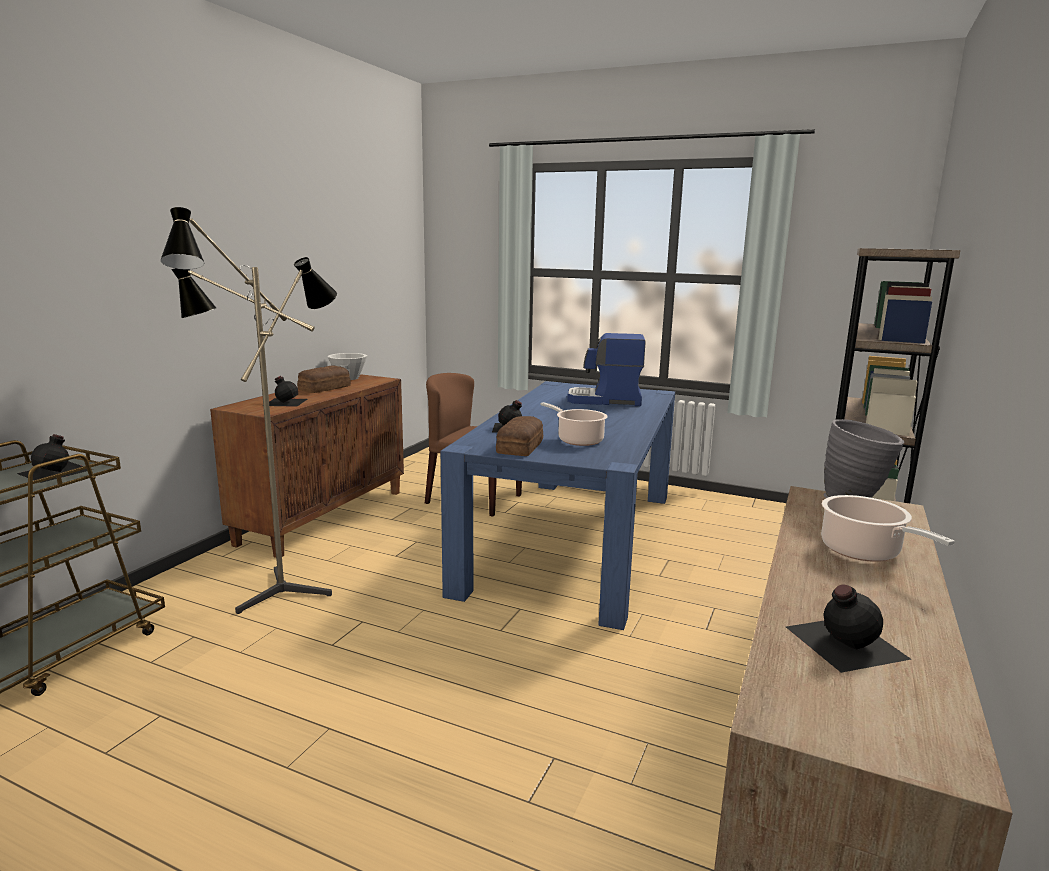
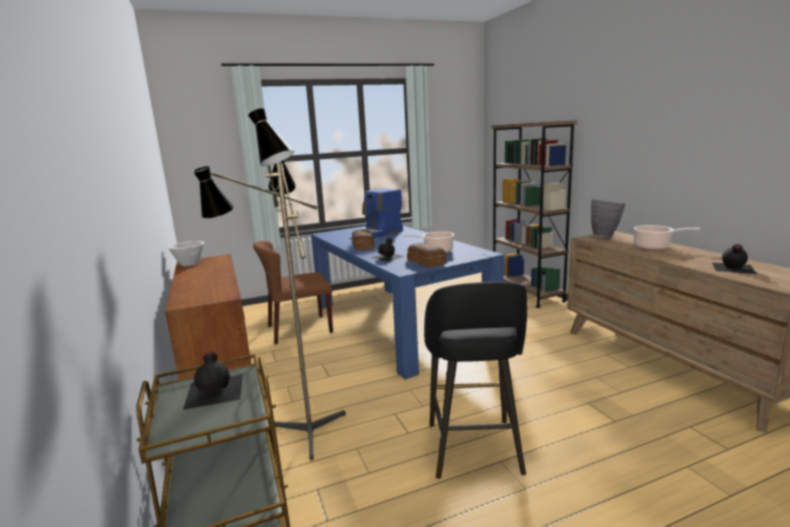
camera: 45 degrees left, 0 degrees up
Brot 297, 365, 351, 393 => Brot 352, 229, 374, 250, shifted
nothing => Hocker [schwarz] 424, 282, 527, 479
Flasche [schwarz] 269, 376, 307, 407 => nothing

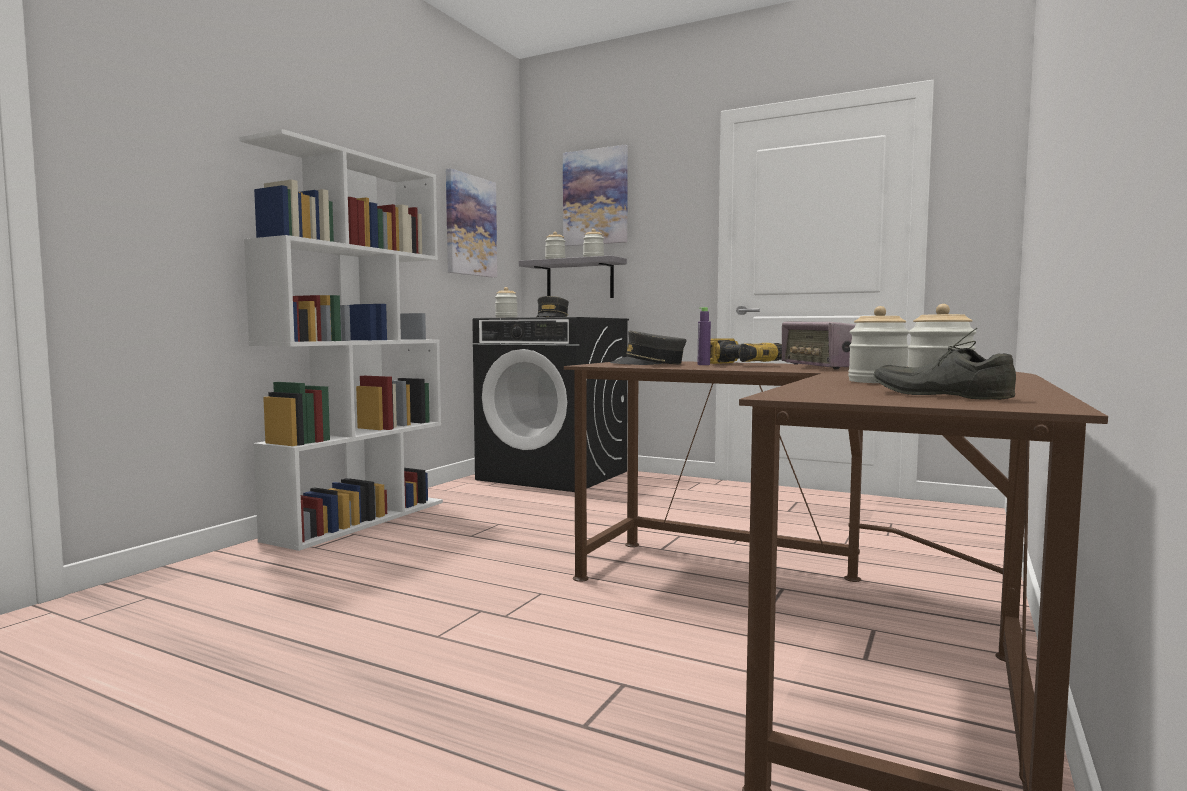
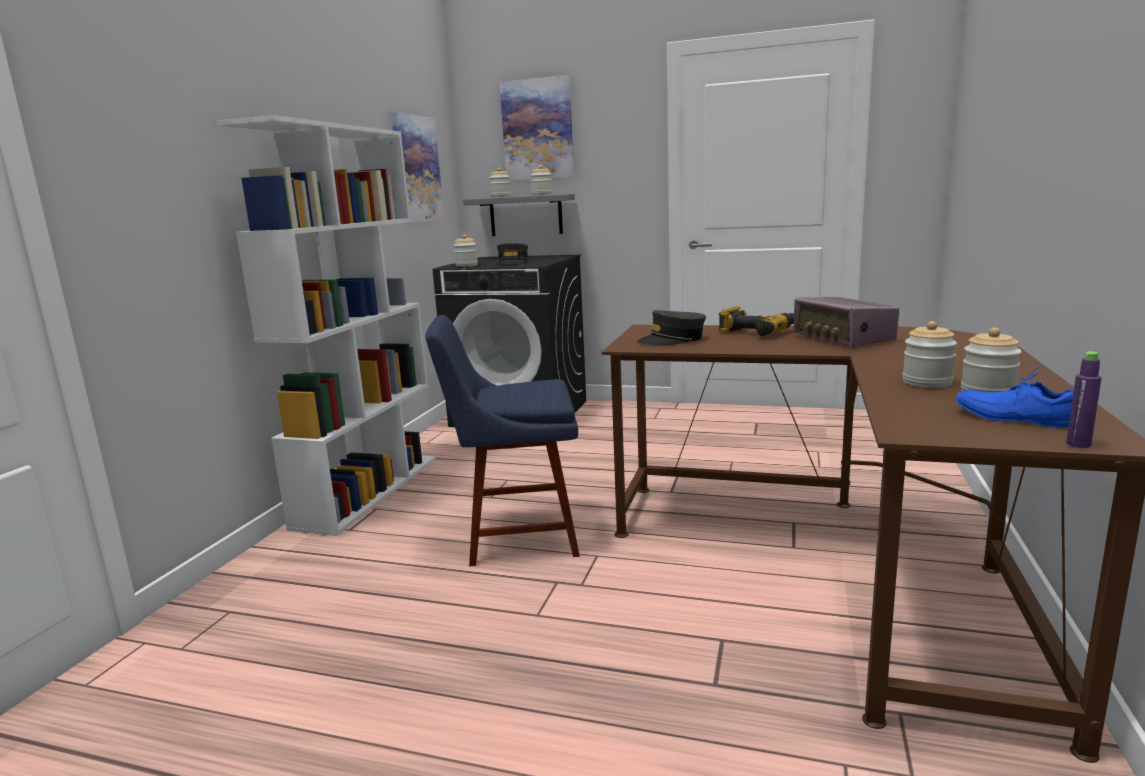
camera: 10 degrees left, 10 degrees up
nothing => Stuhl [blau] 425, 315, 580, 566
Schuh [grau] 874, 328, 1016, 400 => Schuh [blau] 956, 363, 1074, 428
Flasche [lila] 698, 307, 711, 365 => Flasche [lila] 1066, 352, 1102, 448, shifted

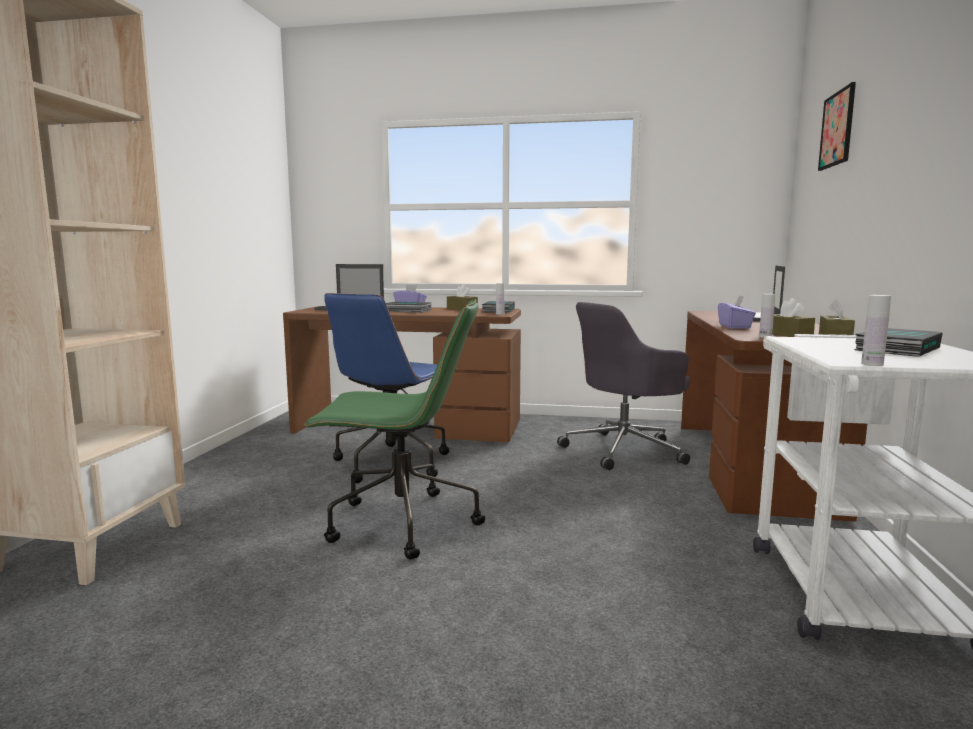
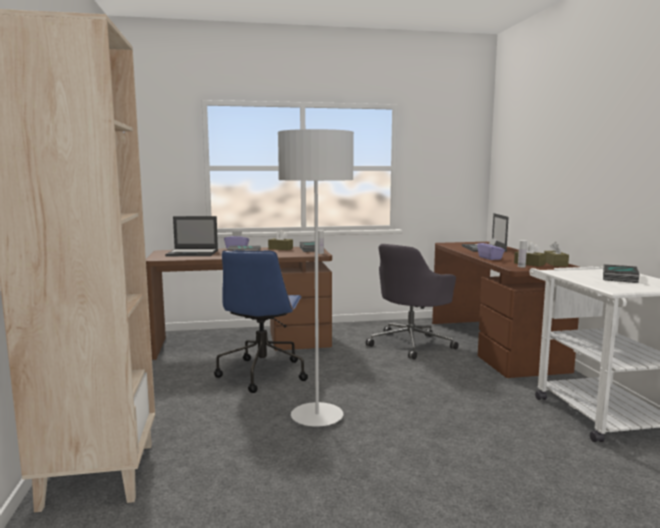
camera: 20 degrees left, 0 degrees up
Bürostuhl [grün] 303, 299, 485, 559 => Stehlampe [grau] 278, 129, 354, 427
Bild 818, 82, 856, 171 => nothing
Flasche [weiß] 861, 295, 891, 366 => nothing

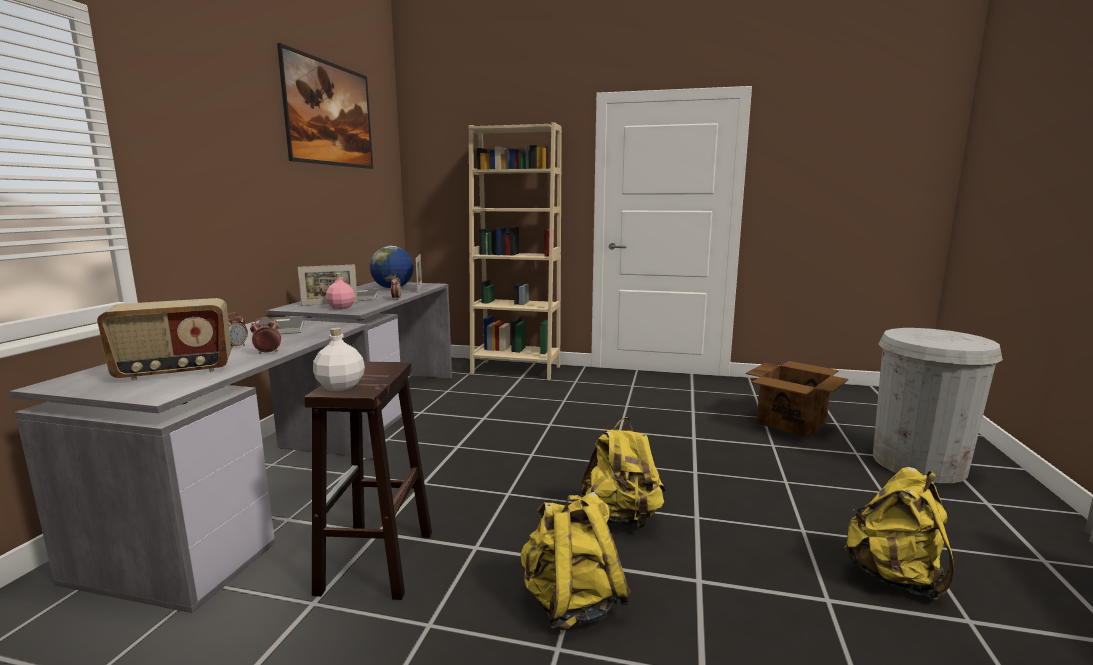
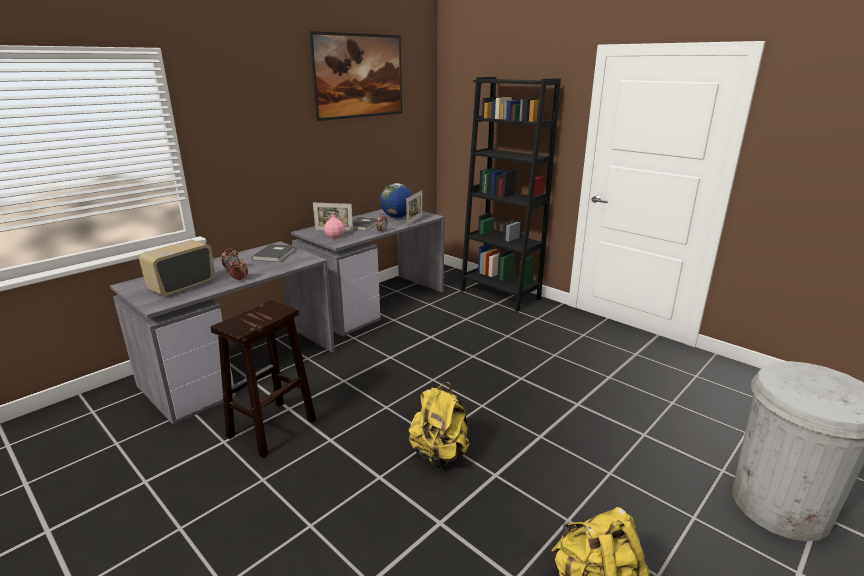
camera: 30 degrees right, 10 degrees up
Radio 97, 298, 231, 381 => Radio 139, 240, 215, 296, 120 degrees clockwise
Bücherregal [beige] 468, 122, 562, 380 => Bücherregal [schwarz] 461, 77, 561, 312
Flasche [weiß] 313, 328, 365, 391 => nothing
Rucksack [gelb] 521, 492, 631, 630 => nothing
Karton 746, 361, 848, 438 => nothing

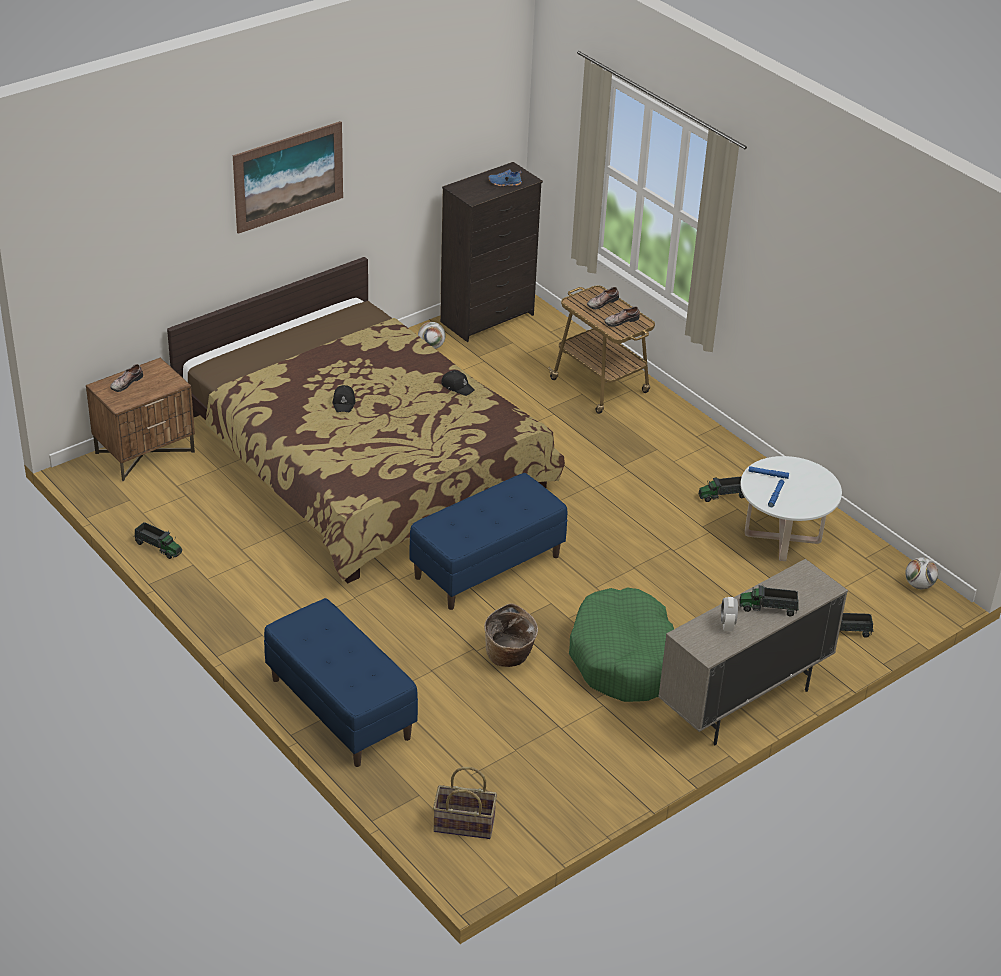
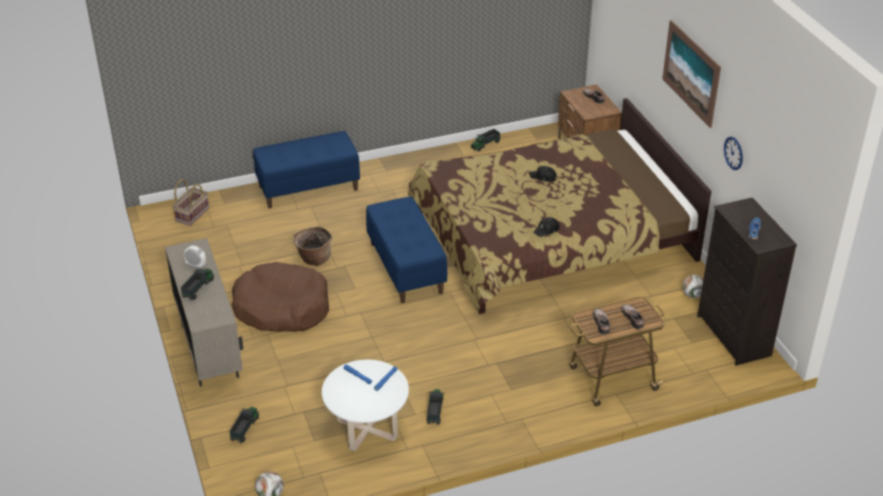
camera: 110 degrees right, 0 degrees up
Hundebett [grün] 569, 587, 674, 702 => Hundebett [braun] 232, 262, 329, 332
nothing => Wanduhr 724, 137, 743, 170

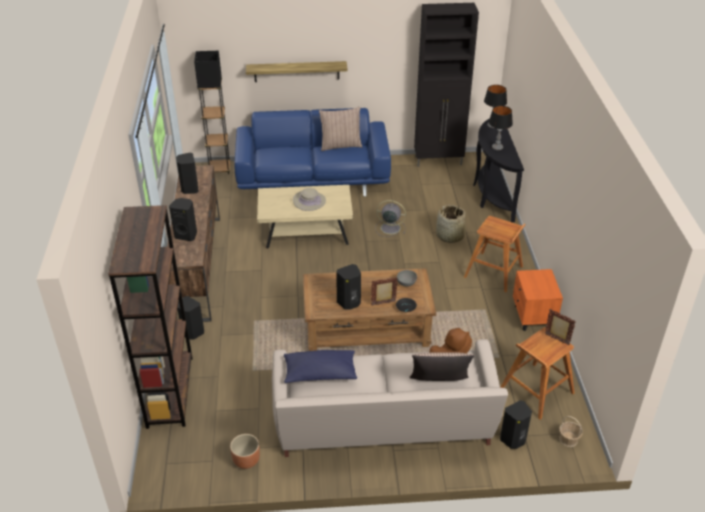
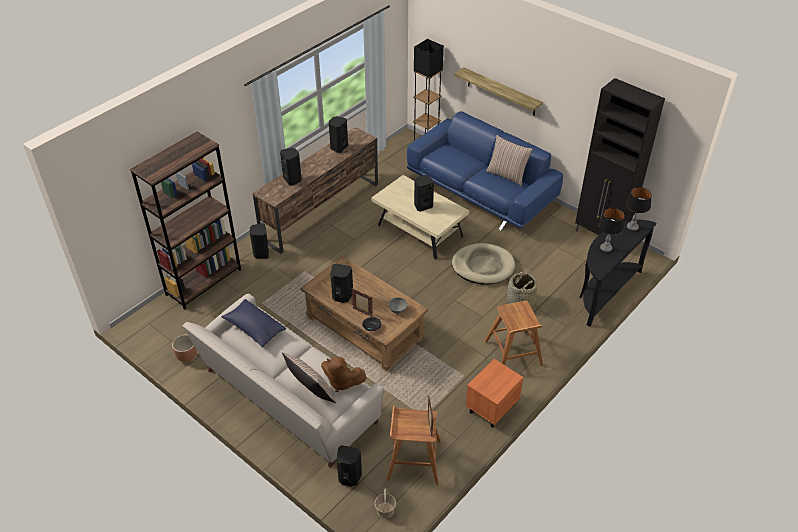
camera: 45 degrees right, 5 degrees up
Hut [beige] 293, 188, 326, 211 => Lautsprecher [schwarz] 414, 175, 434, 212
Ventilator [grau] 375, 200, 406, 237 => Hundebett [beige] 452, 243, 515, 285

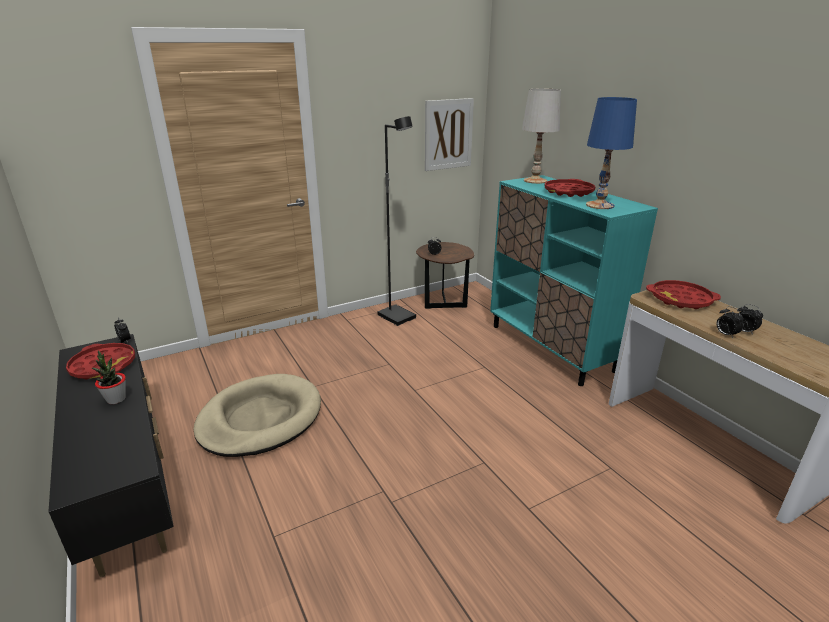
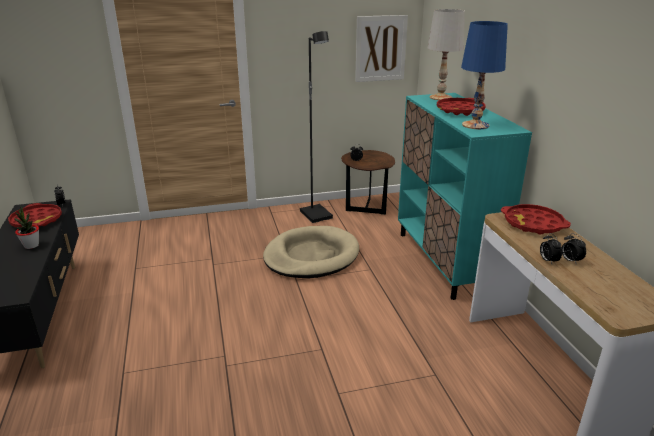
camera: 15 degrees right, 0 degrees up
Hundebett [beige] 194, 374, 321, 457 => Hundebett [beige] 263, 226, 359, 278, shifted

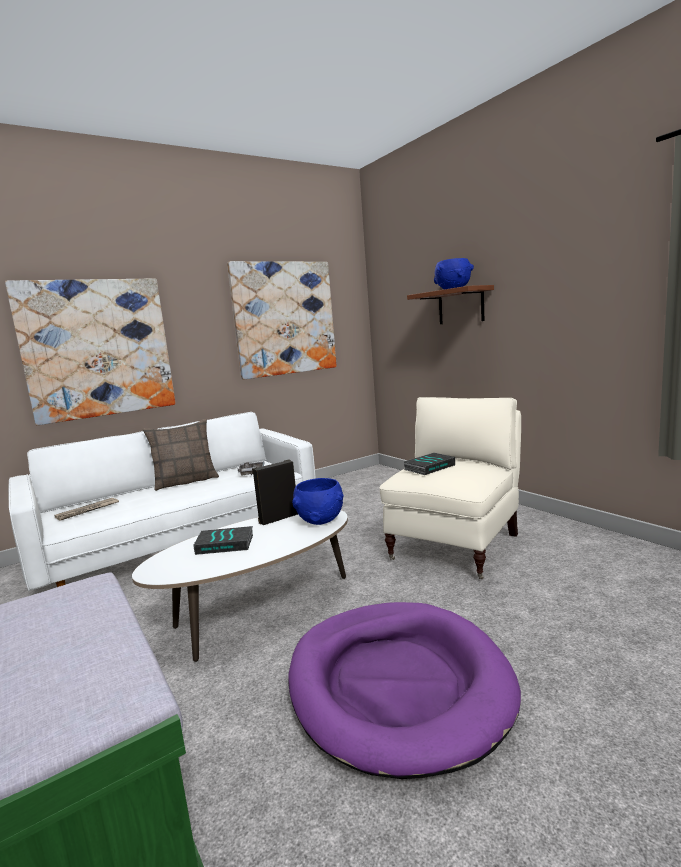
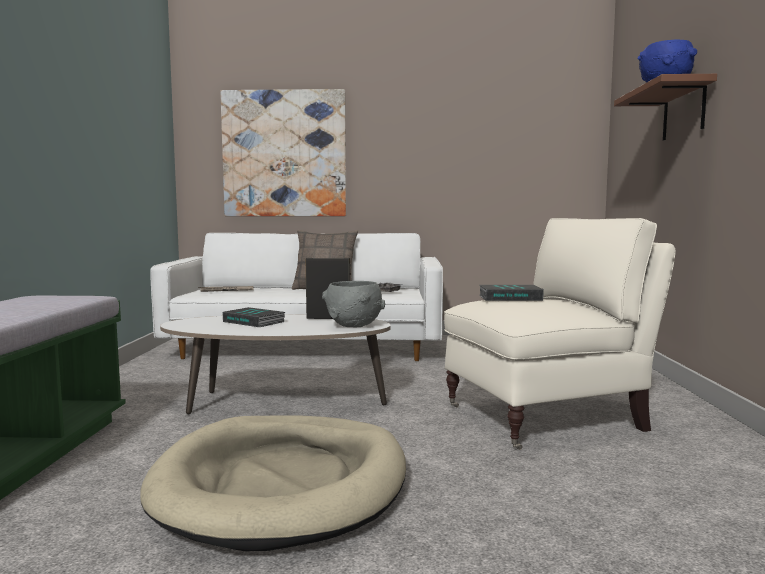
camera: 35 degrees right, 5 degrees down
Hundebett [lila] 288, 602, 521, 779 => Hundebett [beige] 140, 416, 406, 551
Schüssel [blau] 292, 478, 344, 525 => Schüssel [grau] 322, 281, 385, 327
Bild 227, 261, 337, 379 => nothing

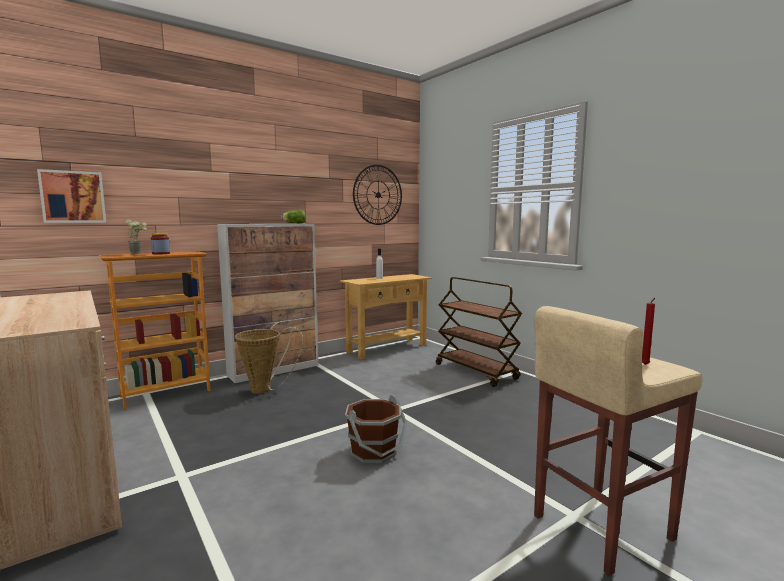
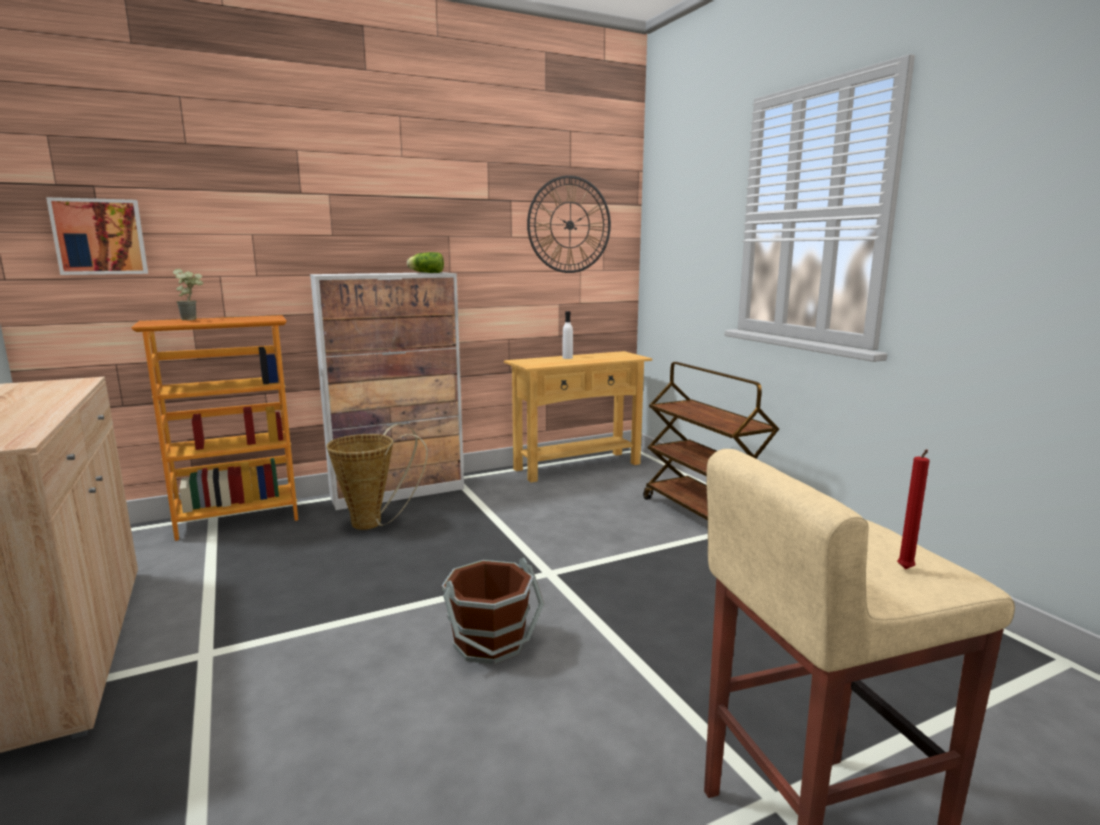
camera: 10 degrees right, 5 degrees up
Vorratsglas 151, 233, 170, 254 => nothing

